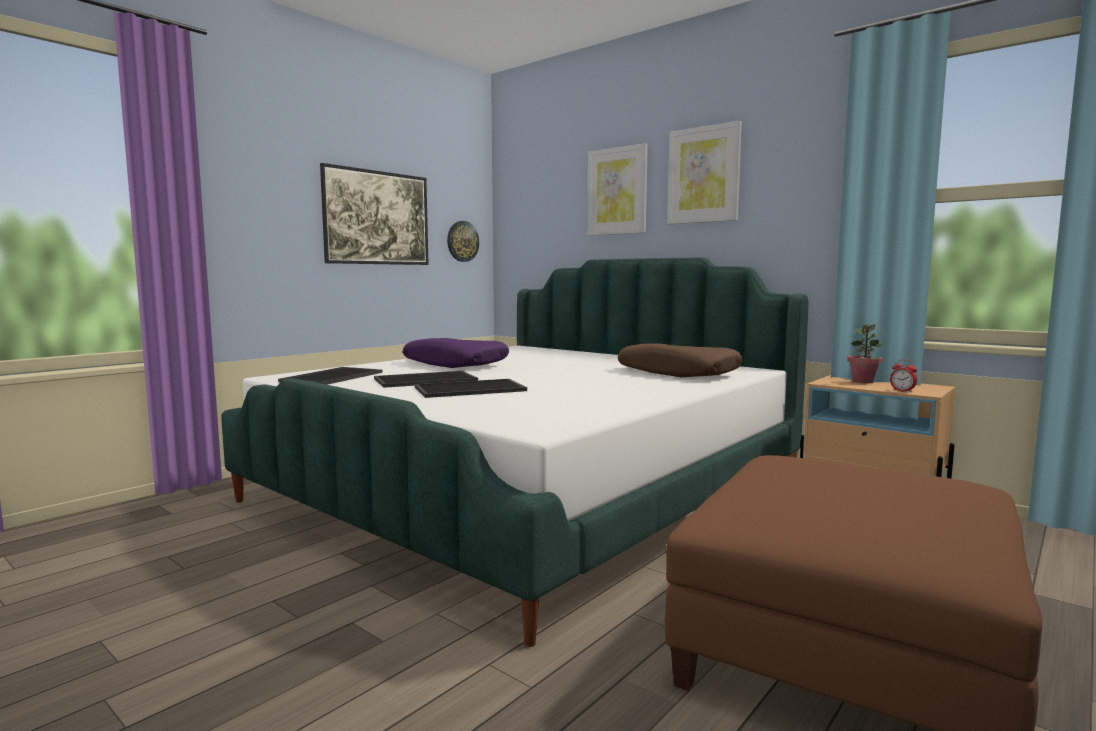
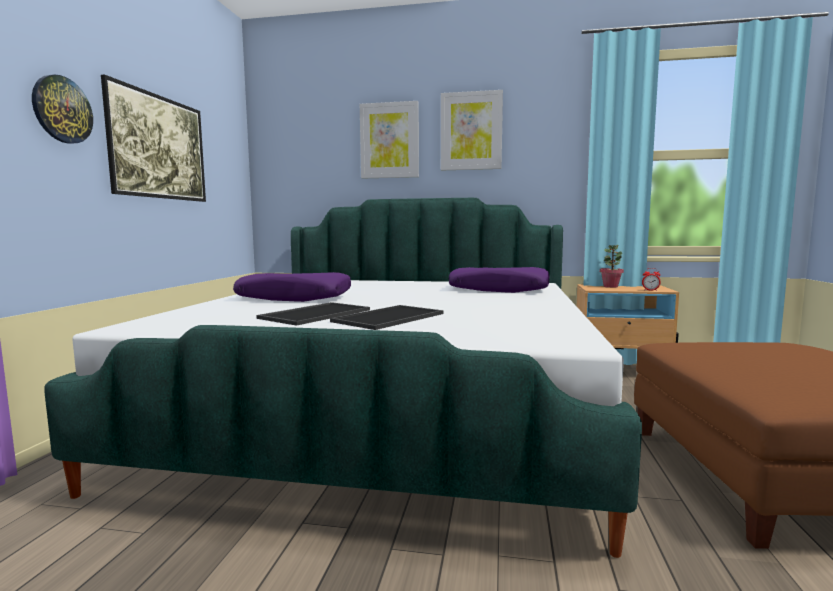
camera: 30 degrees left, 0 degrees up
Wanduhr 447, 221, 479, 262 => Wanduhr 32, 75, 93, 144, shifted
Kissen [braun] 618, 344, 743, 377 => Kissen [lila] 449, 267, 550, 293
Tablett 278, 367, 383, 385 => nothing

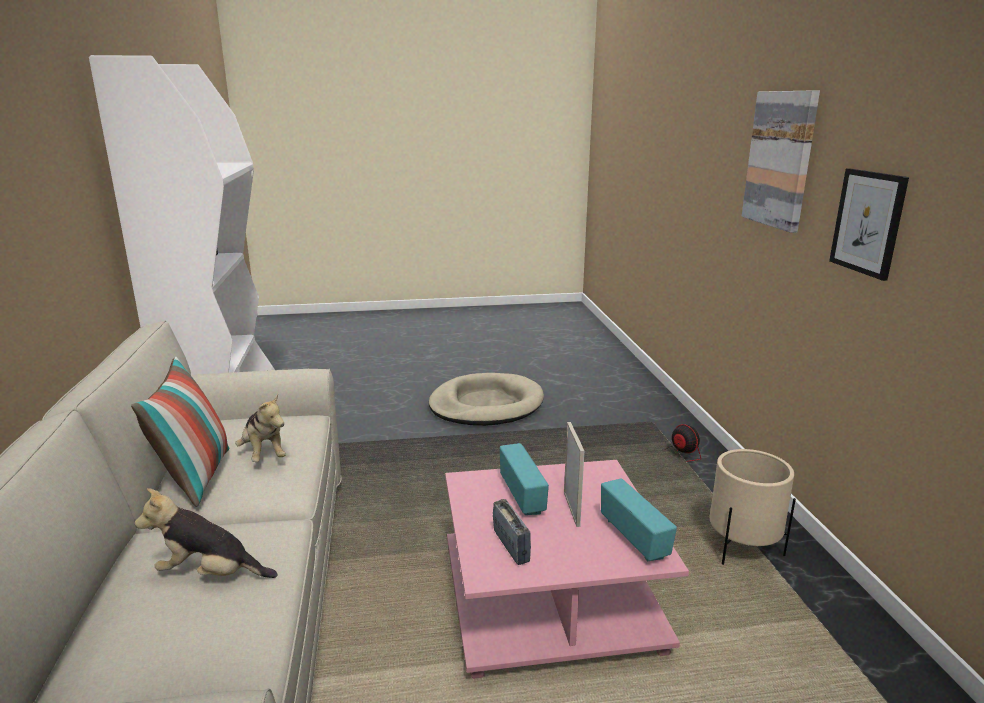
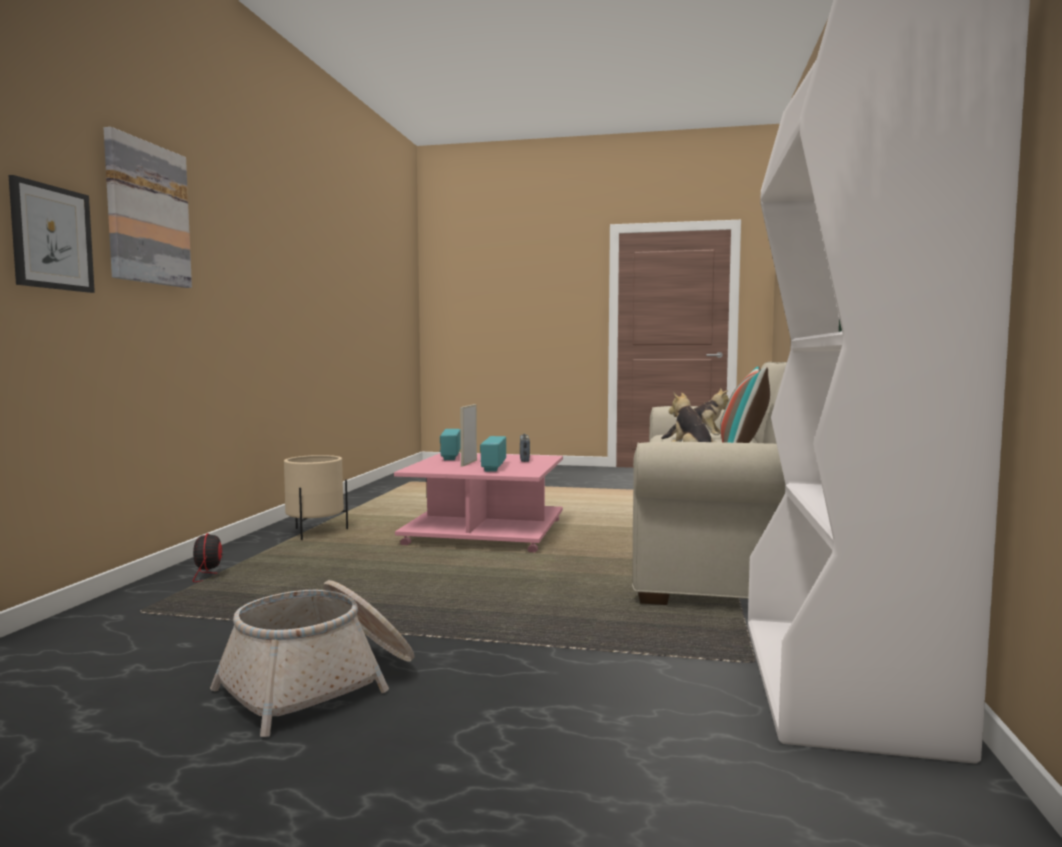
camera: 160 degrees left, 15 degrees down
Bild 829, 168, 909, 281 => Bild 8, 175, 95, 293, shifted
Hundebett [beige] 429, 373, 544, 426 => Korb 210, 580, 415, 737

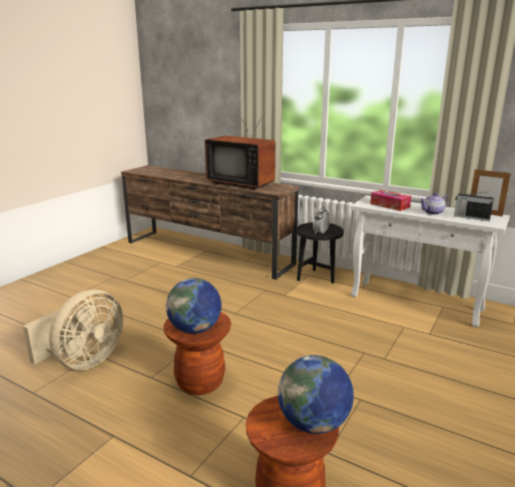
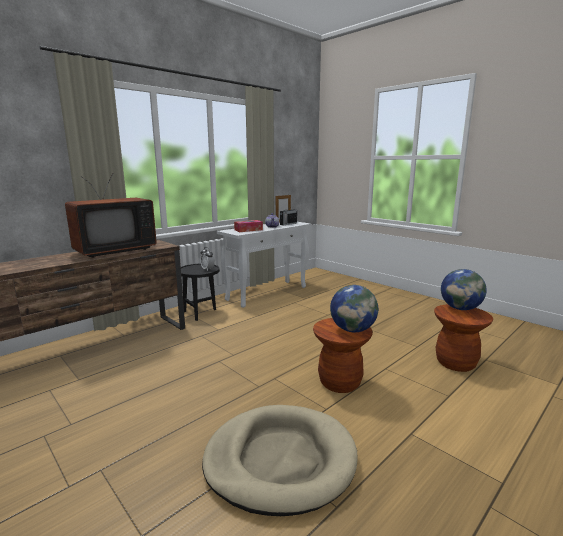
camera: 75 degrees left, 5 degrees down
Ventilator [beige] 23, 289, 123, 370 => Hundebett [beige] 202, 405, 358, 516

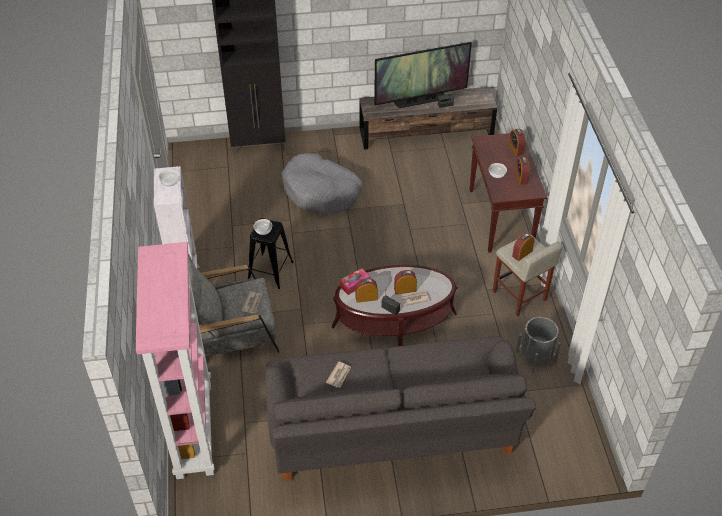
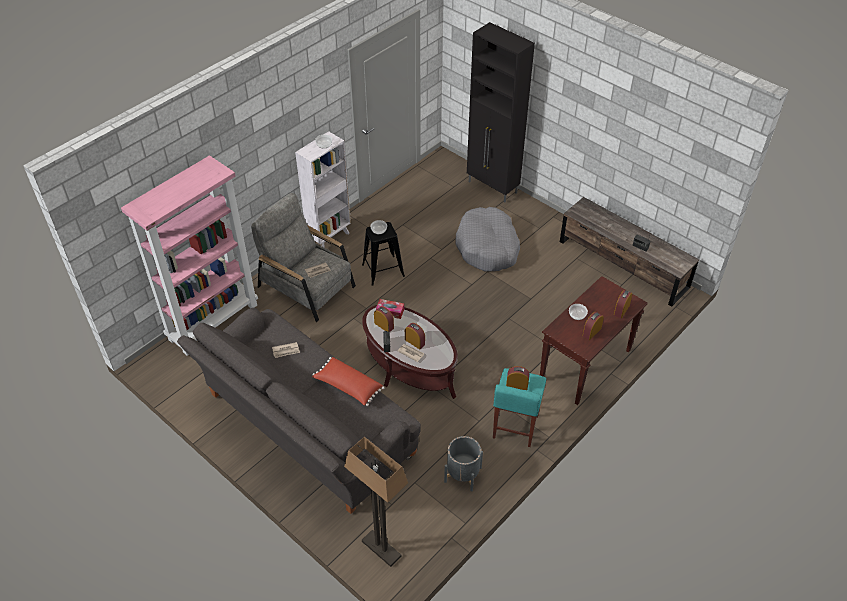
camera: 50 degrees right, 0 degrees up
nothing => Kissen [rot] 312, 357, 384, 406
nothing => Stehlampe 344, 437, 408, 567
Hocker [beige] 493, 234, 562, 316 => Hocker [türkis] 493, 368, 546, 447
Fernseher 374, 42, 472, 108 => nothing

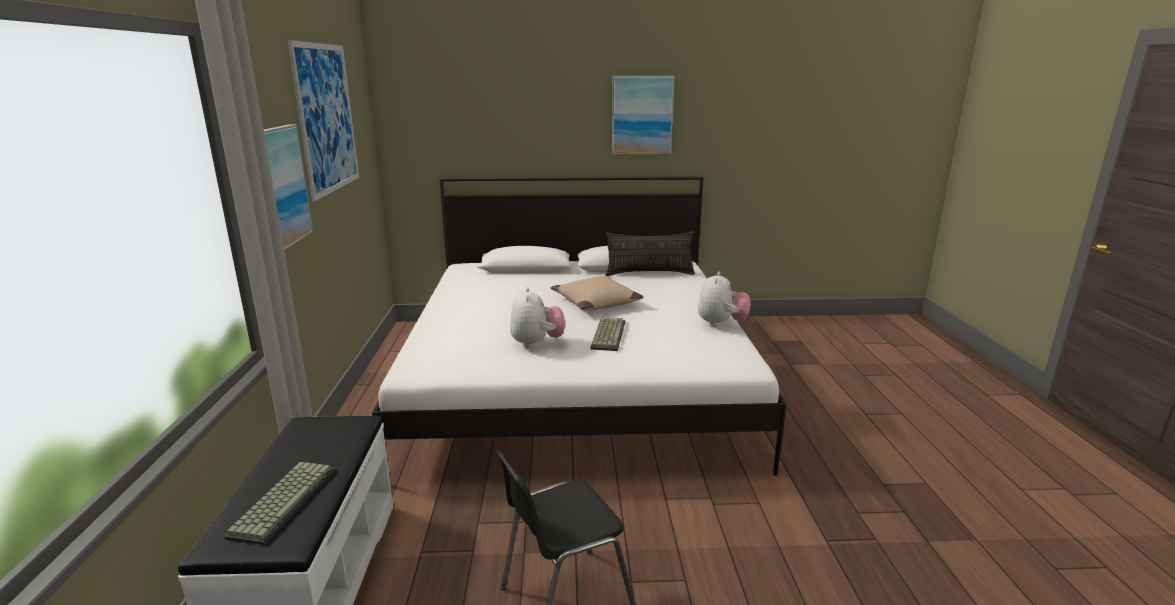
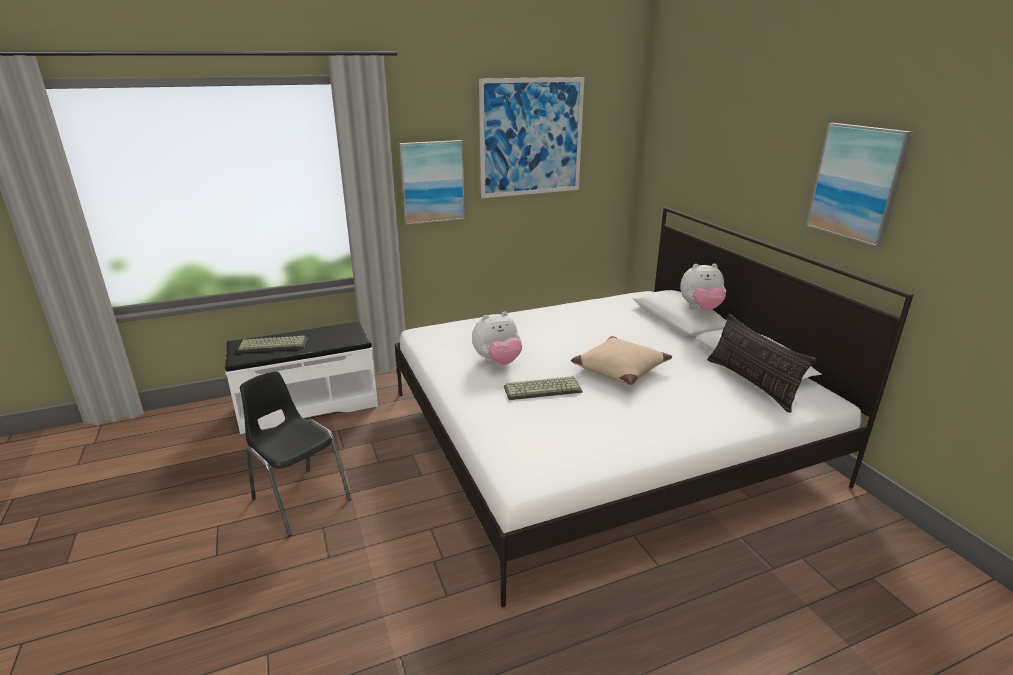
camera: 70 degrees right, 5 degrees up
Plüschtier 698, 271, 750, 327 => Plüschtier 680, 264, 726, 310, shifted

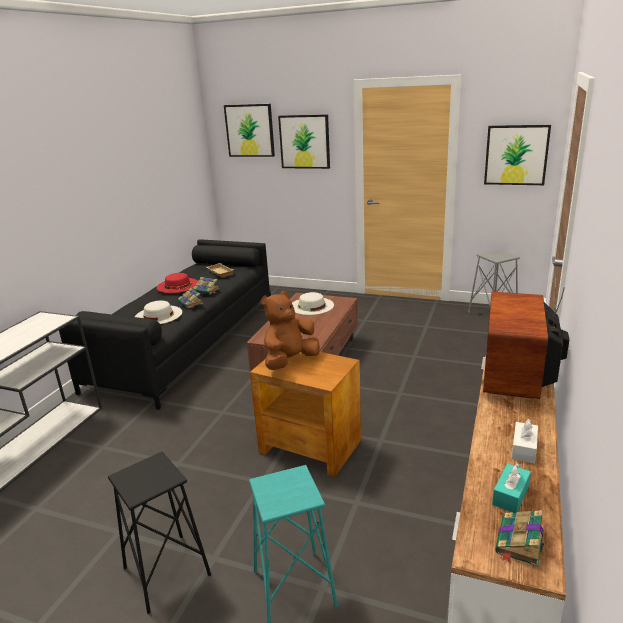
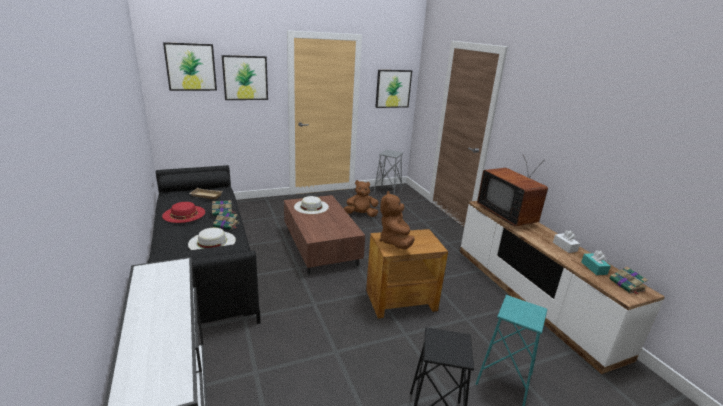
camera: 45 degrees left, 0 degrees up
nothing => Plüschtier [braun] 343, 180, 379, 217

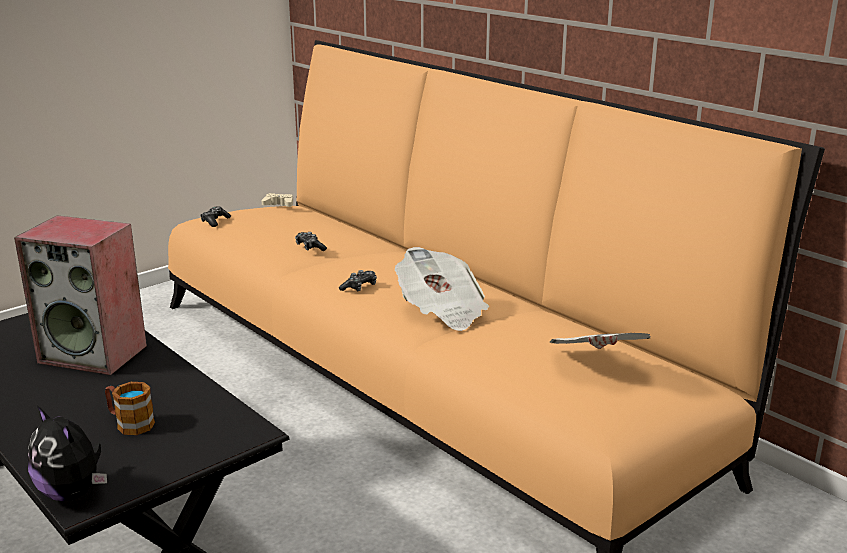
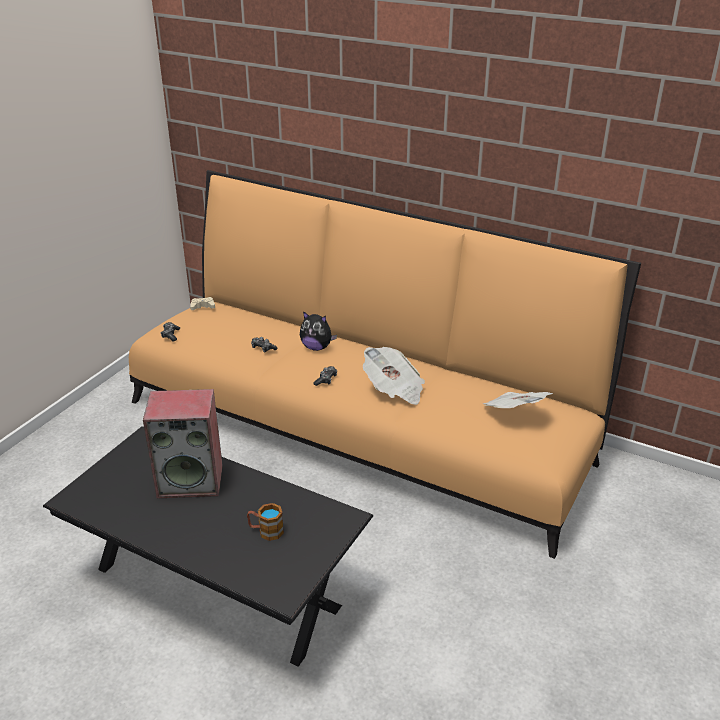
camera: 20 degrees left, 10 degrees up
Plüschtier 28, 406, 107, 501 => Plüschtier 300, 311, 337, 351, shifted

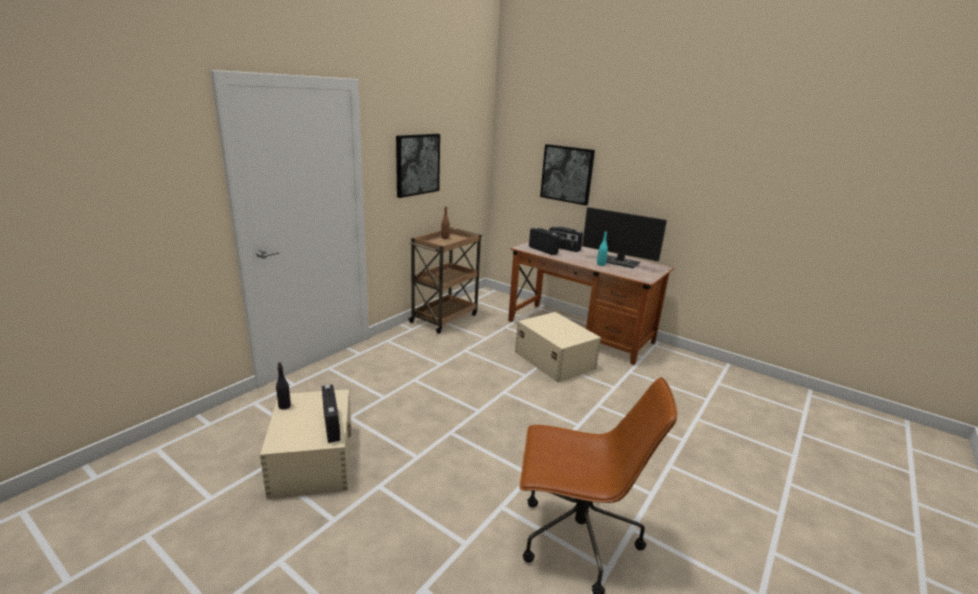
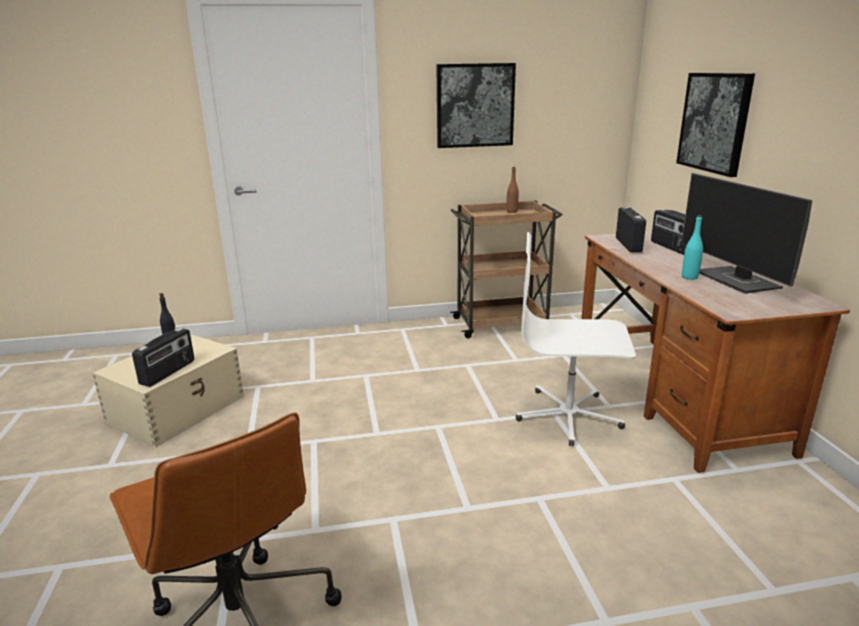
camera: 45 degrees right, 0 degrees up
Aufbewahrungsbox [beige] 515, 312, 601, 383 => Bürostuhl [weiß] 516, 232, 636, 446

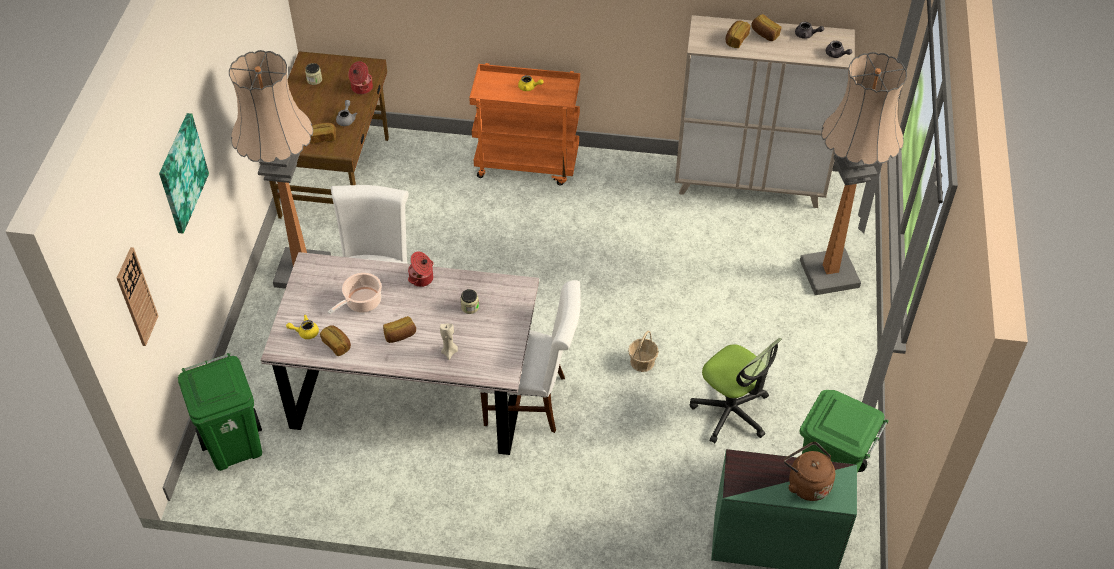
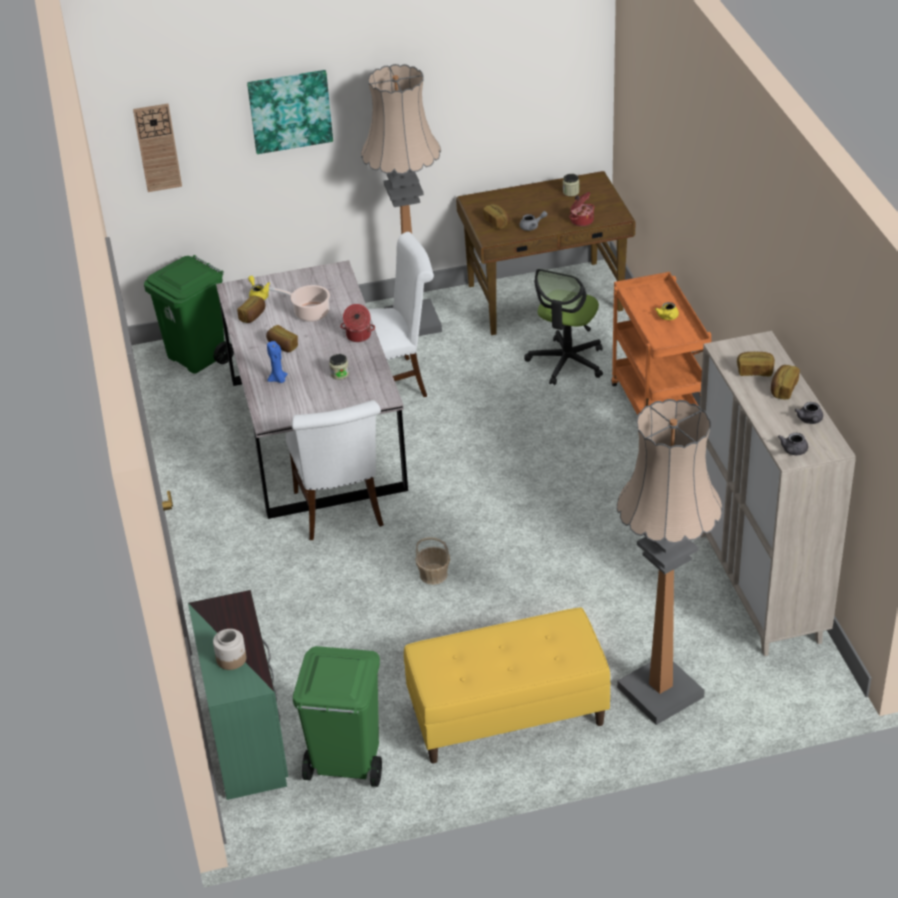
camera: 70 degrees right, 10 degrees down
Wasserkessel [braun] 784, 442, 835, 501 => Vorratsglas 213, 629, 246, 670
Kerze [beige] 440, 323, 458, 360 => Kerze [blau] 267, 341, 287, 383
nothing => Bank [gelb] 404, 608, 611, 763
Bürostuhl 690, 338, 782, 443 => Bürostuhl 524, 269, 603, 385, shifted

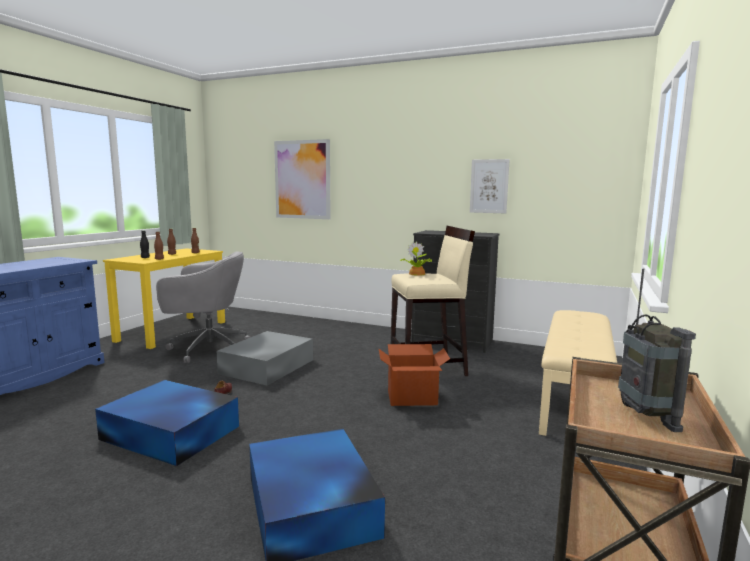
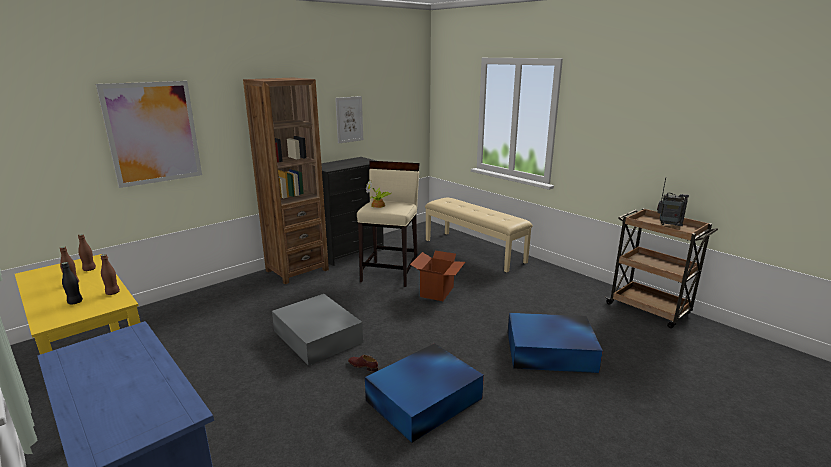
camera: 65 degrees left, 10 degrees up
nothing => Bücherregal [braun] 243, 78, 329, 284
Bürostuhl [grau] 156, 251, 251, 363 => nothing

